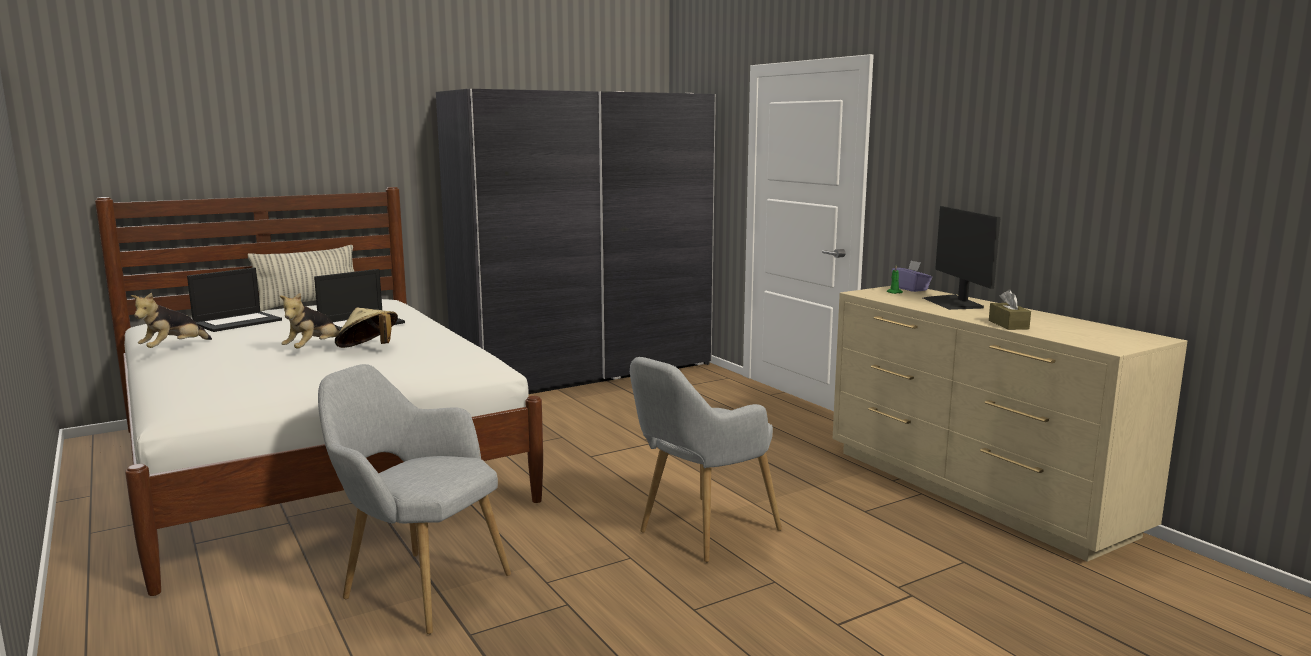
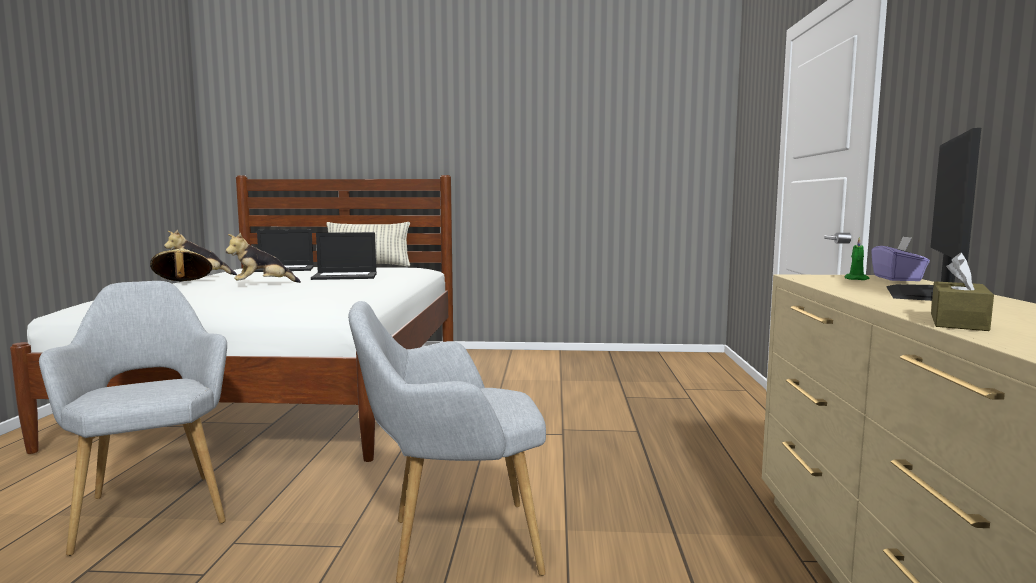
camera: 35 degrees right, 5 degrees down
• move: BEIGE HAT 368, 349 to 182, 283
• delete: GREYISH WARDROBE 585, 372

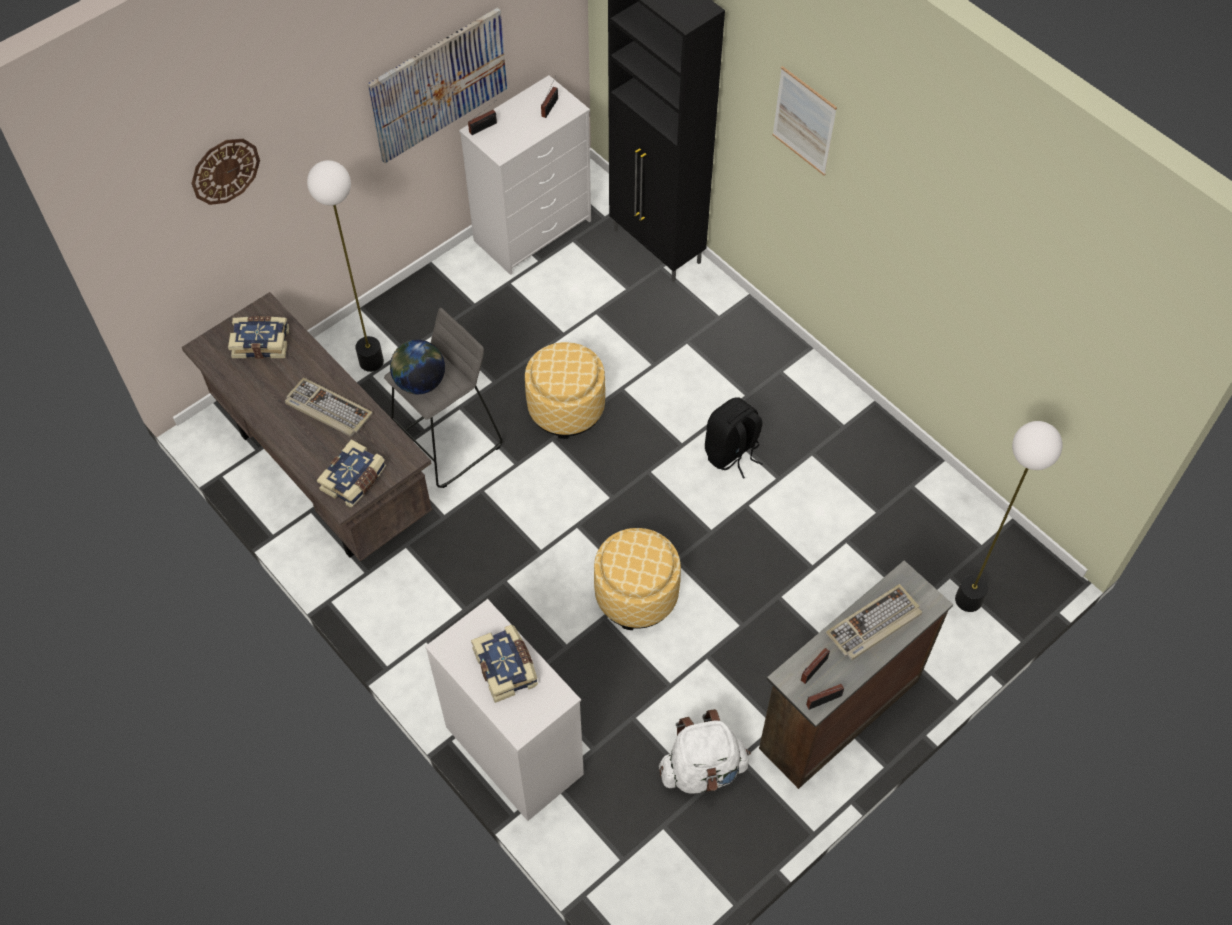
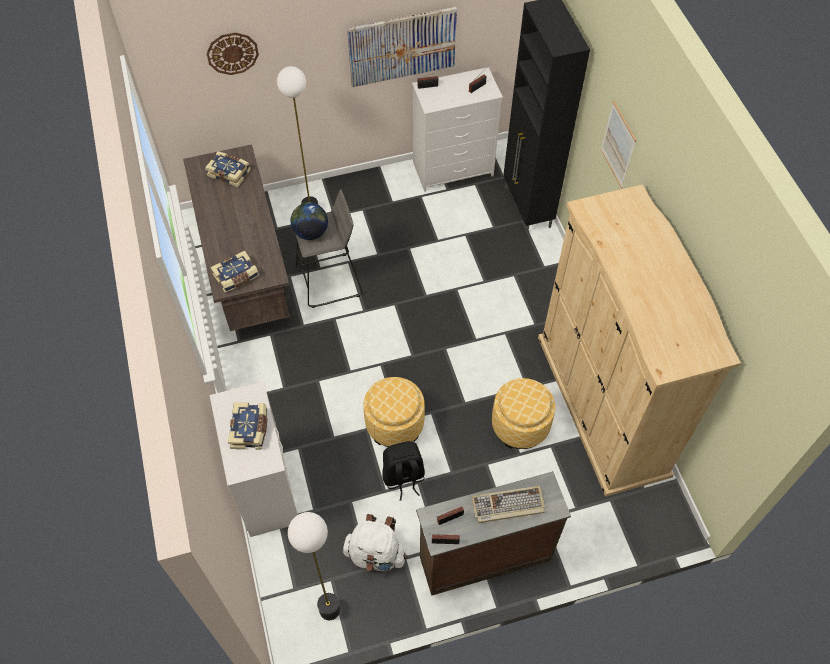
camera: 25 degrees right, 0 degrees up
• delete: COMPUTER KEYBOARD 327, 409
• move: POUFFE 566, 408 to 520, 425
• move: BLACK RUCKSACK 732, 453 to 403, 478
• move: STANDARD LAMP 968, 599 to 329, 609
• insert: BEIGE WARDROBE 602, 404

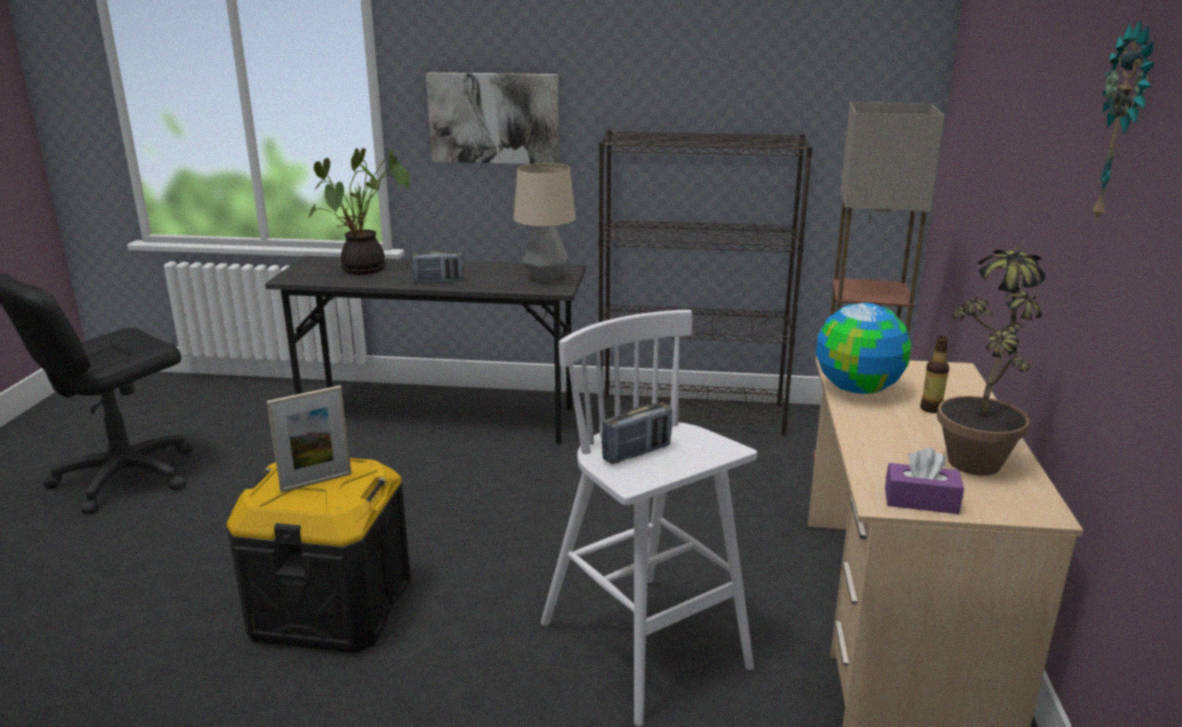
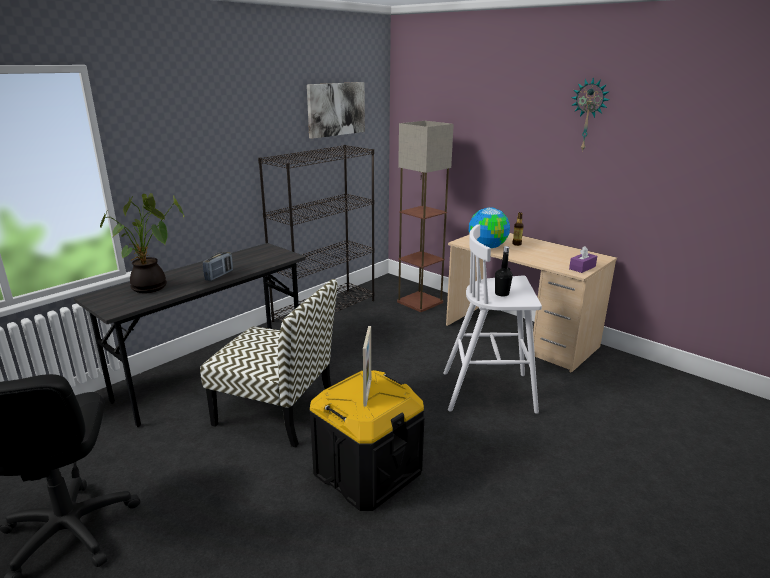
camera: 55 degrees left, 0 degrees up
• move: WALL PICTURE 494, 118 to 336, 109
• delete: TABLE LAMP 545, 278
• replace: RADIO 637, 453 to BLACK BEVERAGE BOTTLE 501, 294
• delete: HOUSEPLANT 977, 455
• insert: UPRIGHT CHAIR 277, 411

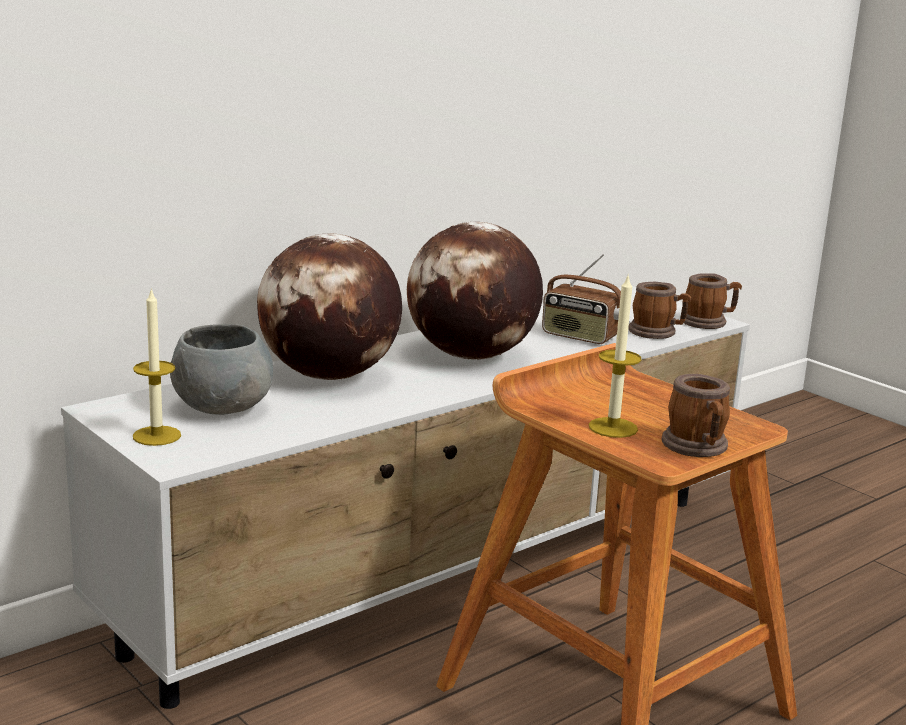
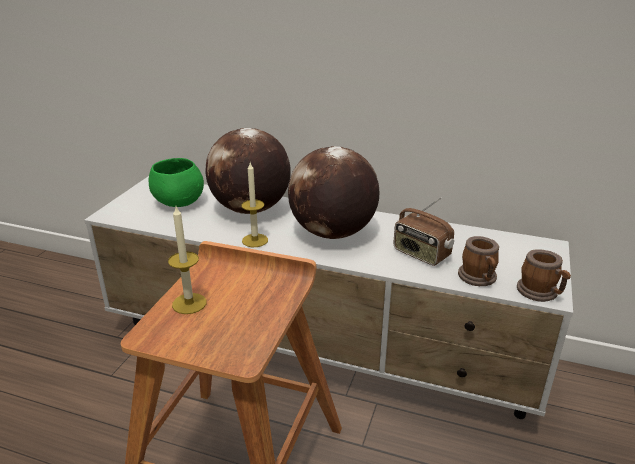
camera: 60 degrees right, 10 degrees up
• move: WAX CANDLE 157, 436 to 255, 240
• recolor: GREYISH BOWL 221, 408 to GREEN BOWL 179, 202
• rotate: RADIO 579, 337 = 420, 254 45 degrees counterclockwise
• delete: COFFEE MUG 697, 447

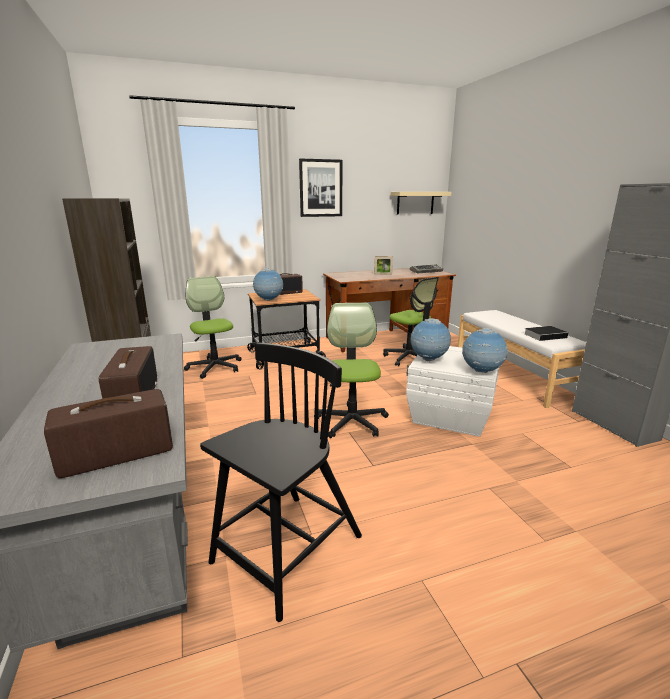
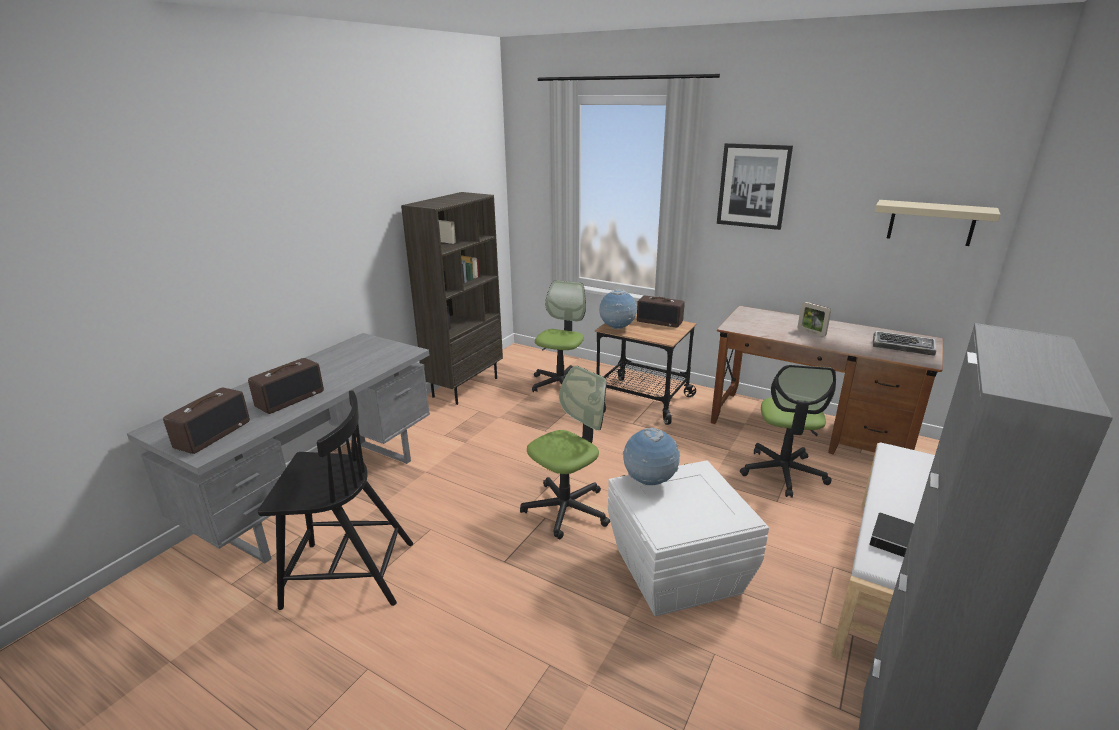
camera: 50 degrees right, 5 degrees up
• rotate: RADIO 116, 455 = 213, 434 90 degrees clockwise
• delete: DESK GLOBE 481, 372

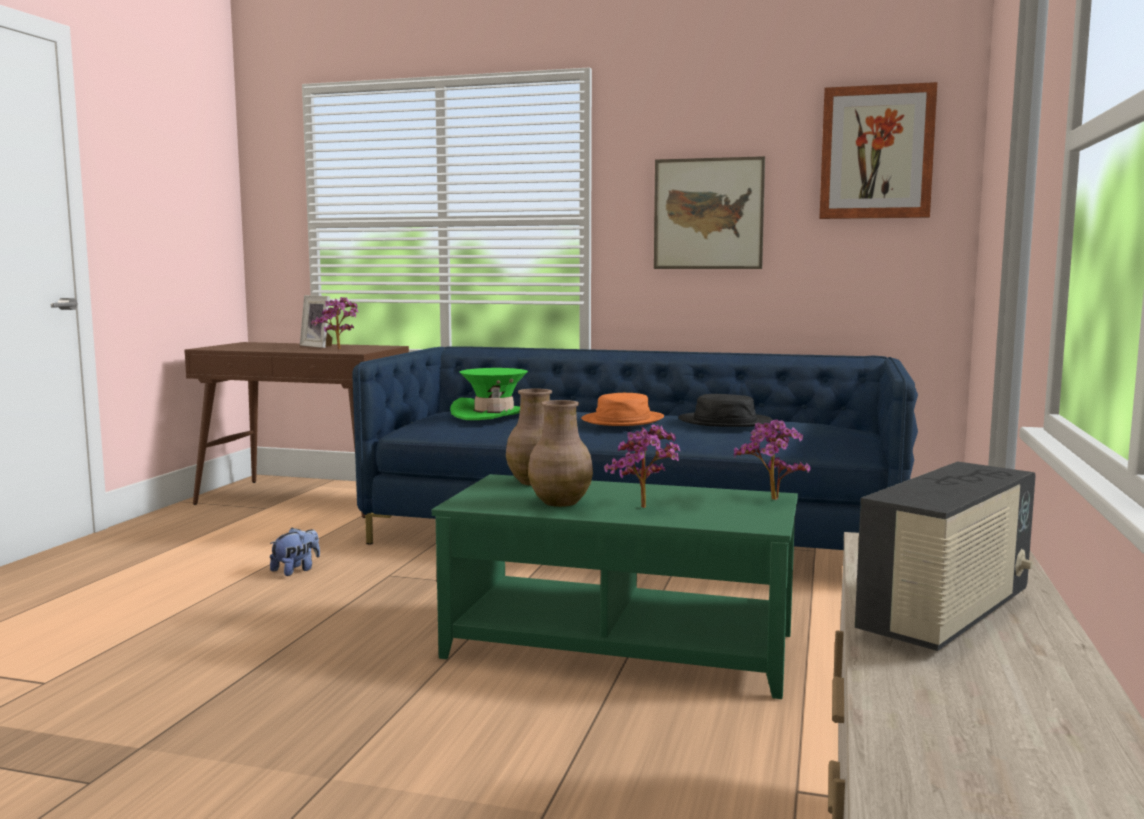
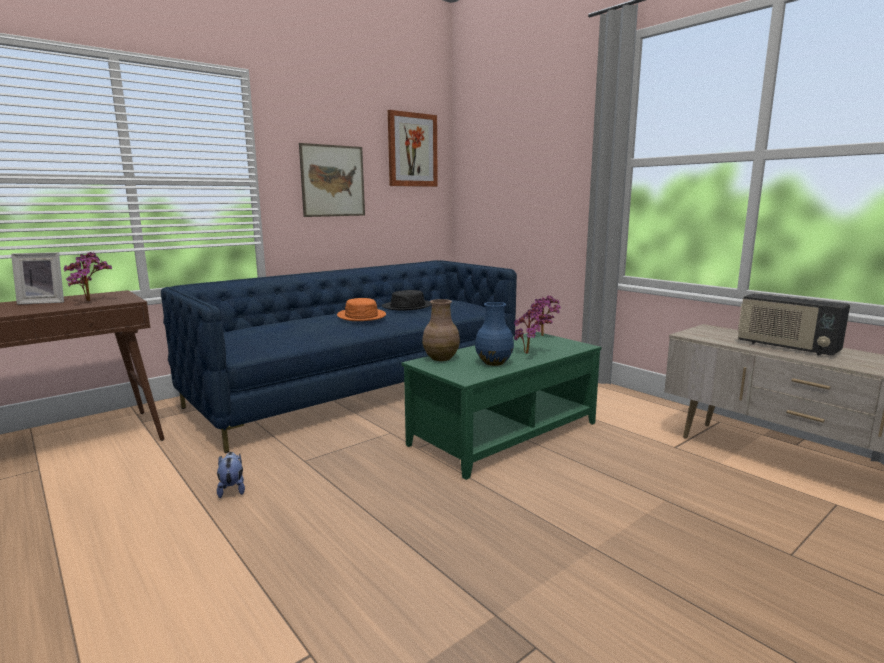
camera: 55 degrees left, 5 degrees up
• delete: GREEN HAT 494, 414
• recolor: BROWNISH VASE 560, 502 to BLUISH VASE 493, 362
• rotate: RADIO 947, 615 = 786, 347 150 degrees clockwise

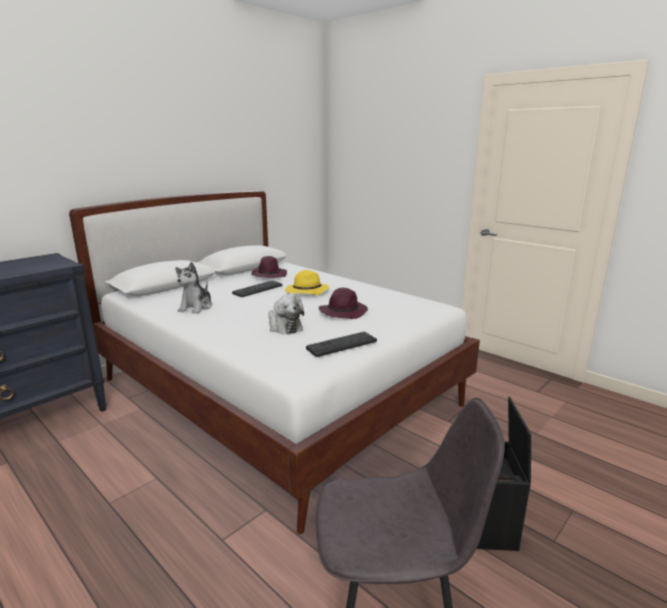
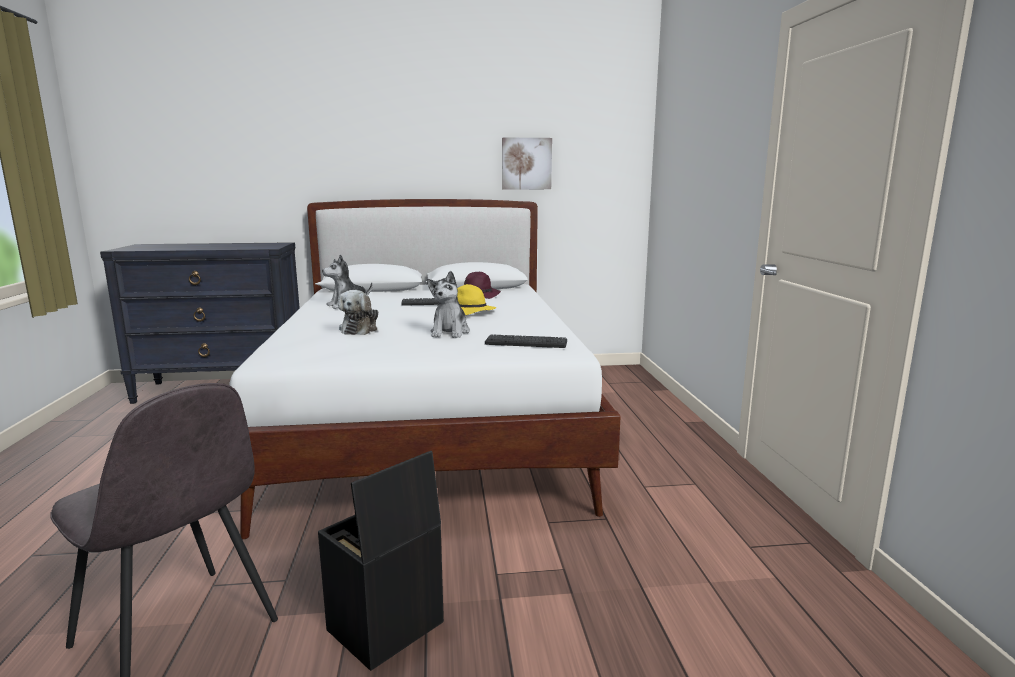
camera: 40 degrees right, 5 degrees down
• move: COMPUTER KEYBOARD 342, 345 to 526, 343
• replace: PURPLE HAT 343, 312 to PLUSH TOY 450, 332
• insert: WALL PICTURE 526, 163

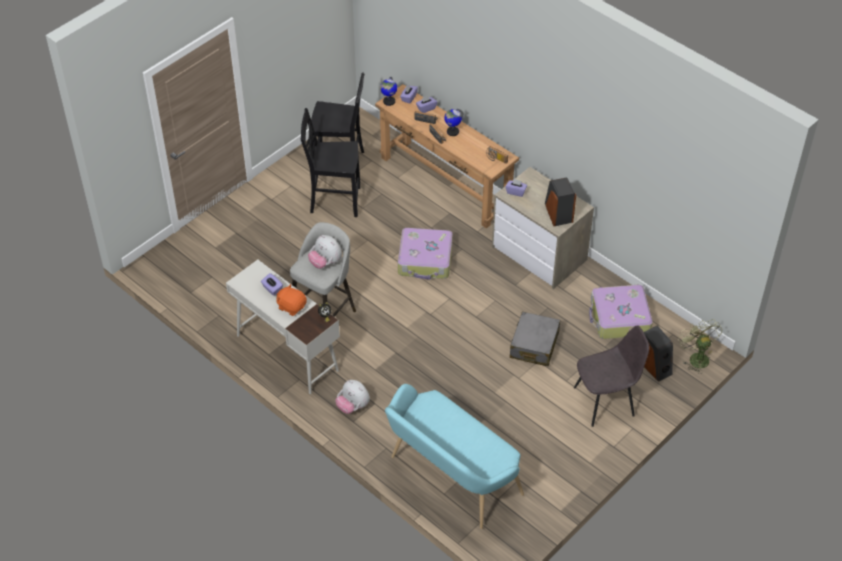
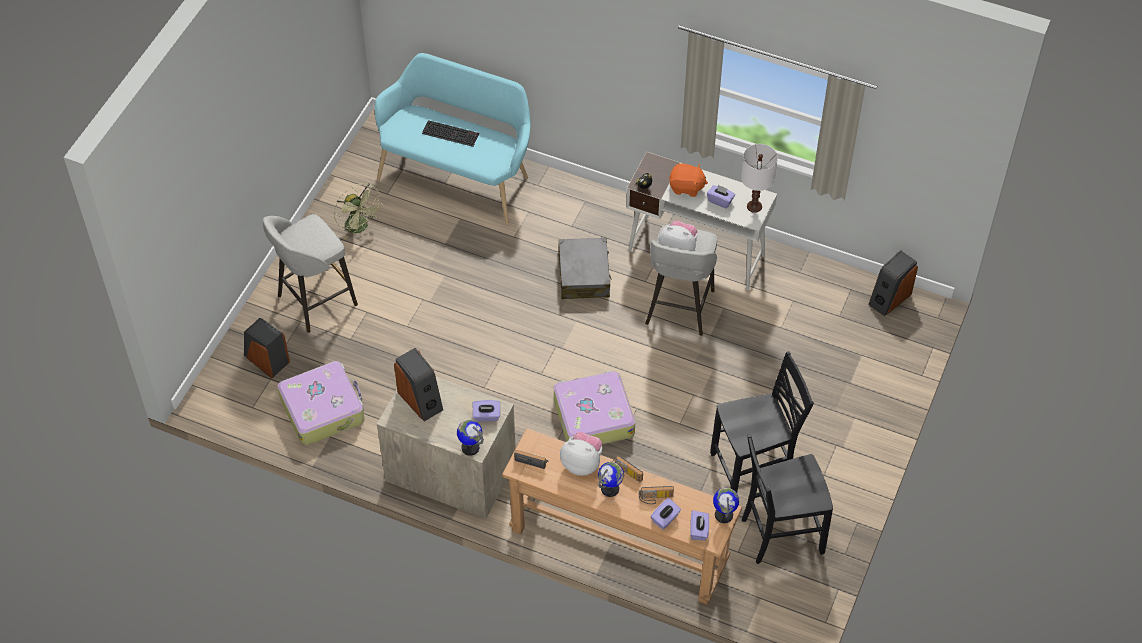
camera: 160 degrees right, 5 degrees up
• move: PLUSH TOY 353, 406 to 582, 463
• move: GREYISH TRAVEL CASE 534, 345 to 584, 275
• replace: GREYISH UPRIGHT CHAIR 605, 401 to GREYISH STOOL SEAT 315, 301
• move: GREEN COOLING FAN 696, 357 to 360, 227
• insert: COMPUTER KEYBOARD 451, 133
• insert: DESK GLOBE 470, 447
• insert: WHITE TABLE LAMP 754, 206
• insert: AUDIO SPEAKER 889, 298

